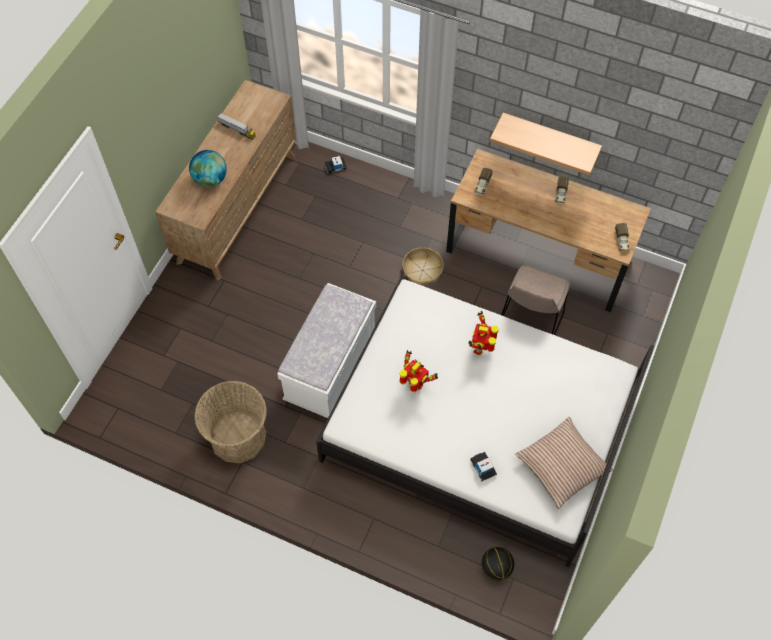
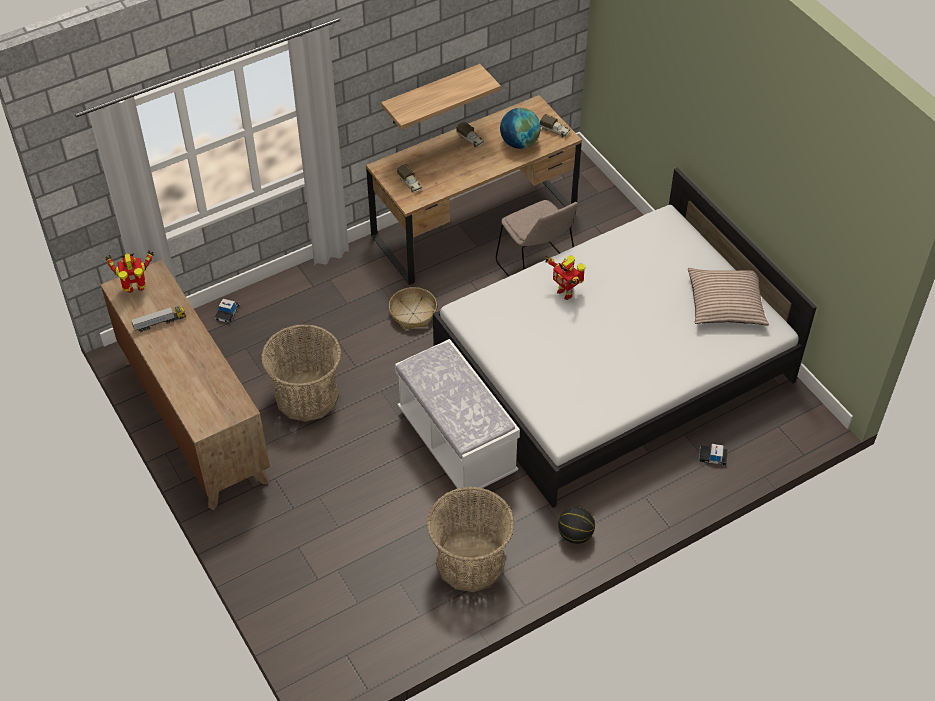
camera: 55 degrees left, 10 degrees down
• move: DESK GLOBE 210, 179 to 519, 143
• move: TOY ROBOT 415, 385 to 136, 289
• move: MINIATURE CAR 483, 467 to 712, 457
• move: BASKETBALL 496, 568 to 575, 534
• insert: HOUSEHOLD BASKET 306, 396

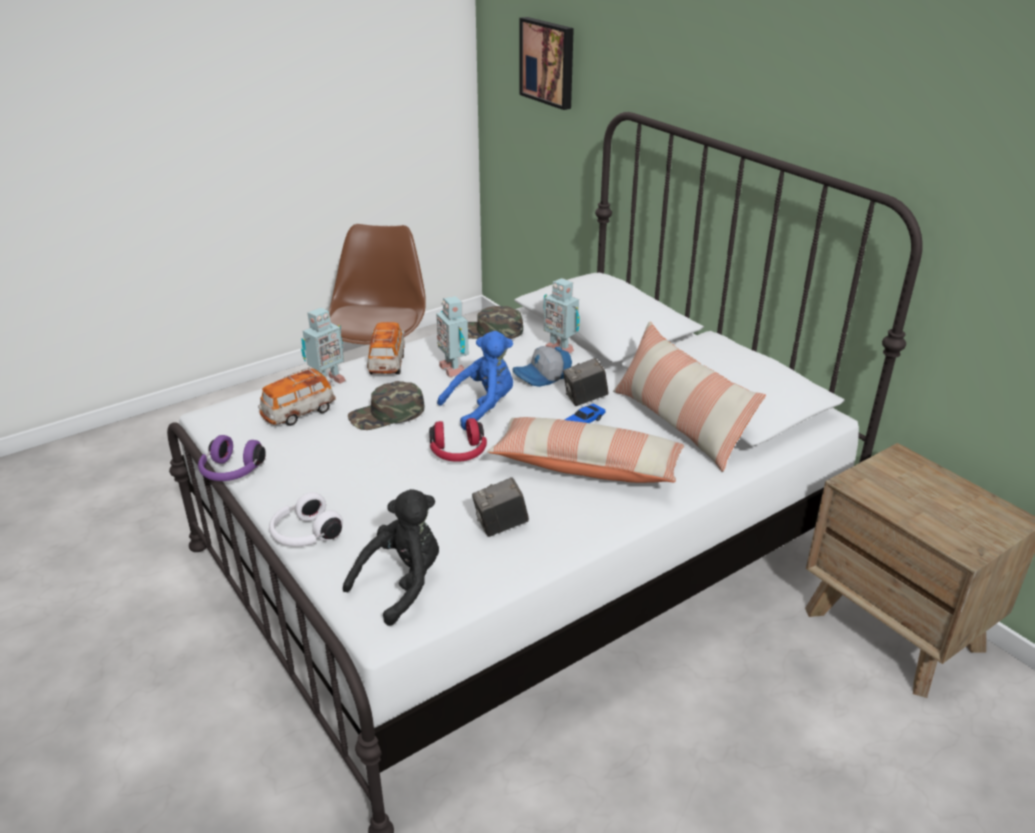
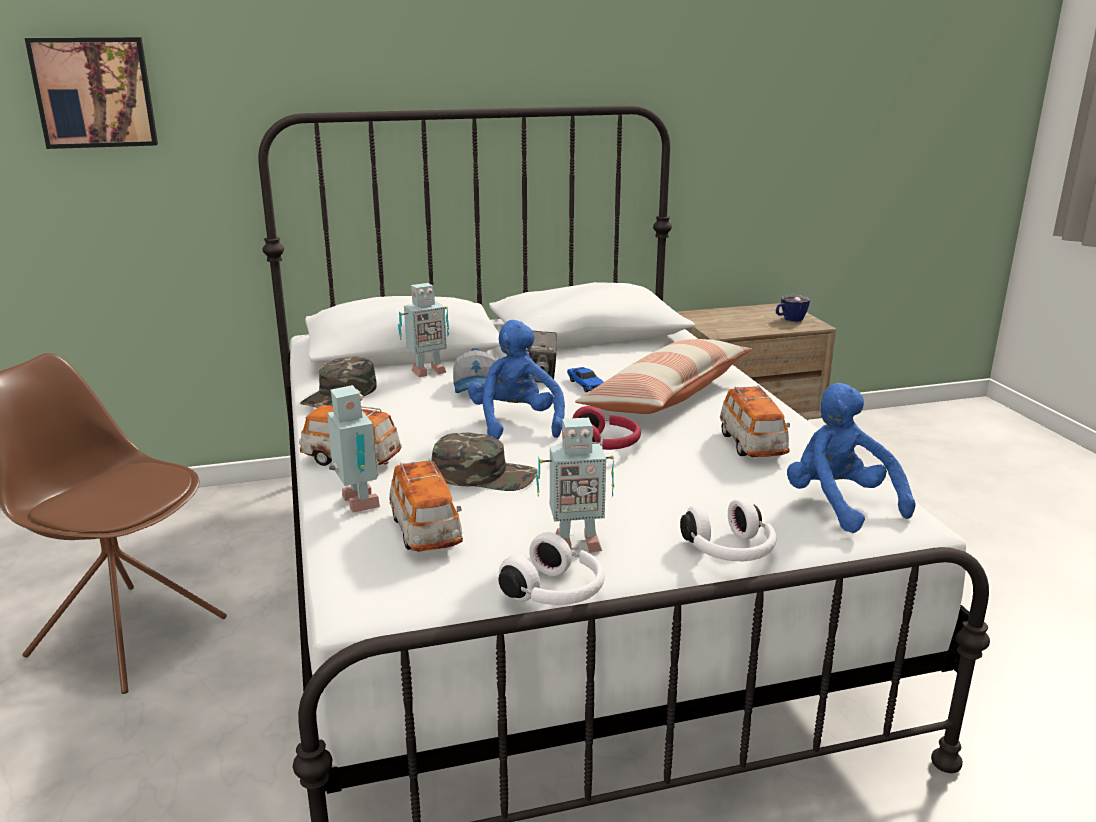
camera: 70 degrees left, 10 degrees down
• recolor: PURPLE PAIR OF HEADPHONES 231, 472 to WHITE PAIR OF HEADPHONES 556, 593
• recolor: BLACK PLUSH TOY 402, 584 to BLUISH PLUSH TOY 839, 504
• rotate: GREEN PEAKED CAP 387, 414 = 484, 474 75 degrees counterclockwise
• move: TOY ROBOT 454, 369 to 575, 543
• replace: PHOTO CAMERA 500, 526 to MINIATURE CAR 752, 445
• delete: PILLOW 679, 424
• insert: CUP 789, 319

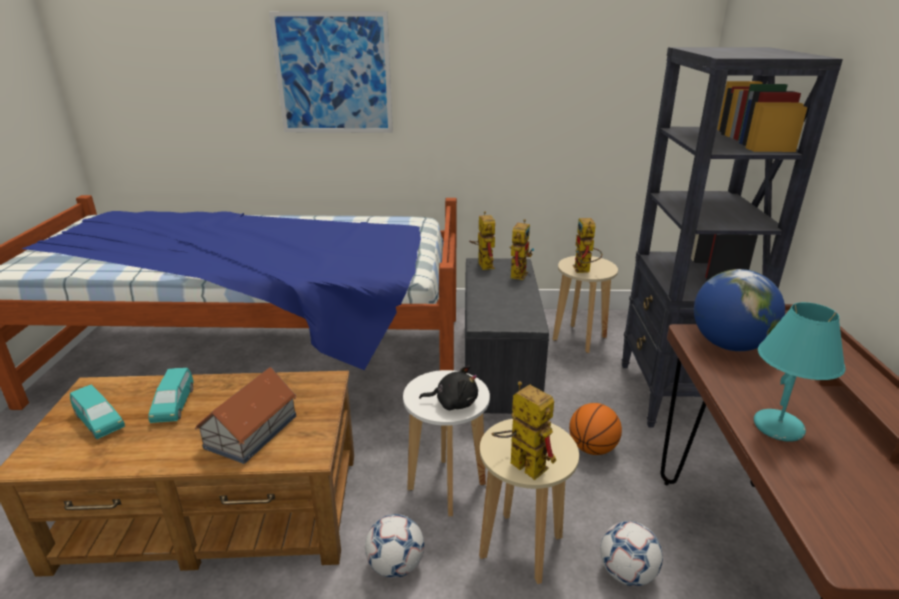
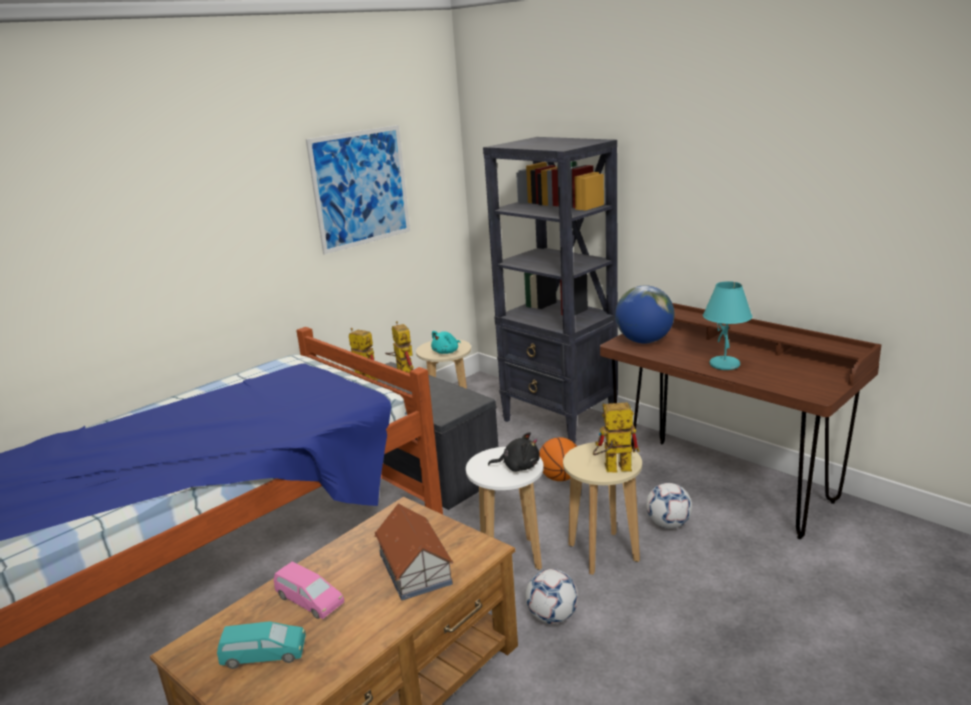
camera: 45 degrees left, 5 degrees down
• recolor: TURQUOISE MINIATURE CAR 174, 405 to PINK-COLOURED MINIATURE CAR 309, 601
• move: WALL PICTURE 333, 74 to 360, 188
• rotate: BLACK PLUSH TOY 453, 402 = 518, 466 45 degrees clockwise
• replace: TOY ROBOT 584, 271 to TURQUOISE PLUSH TOY 447, 352

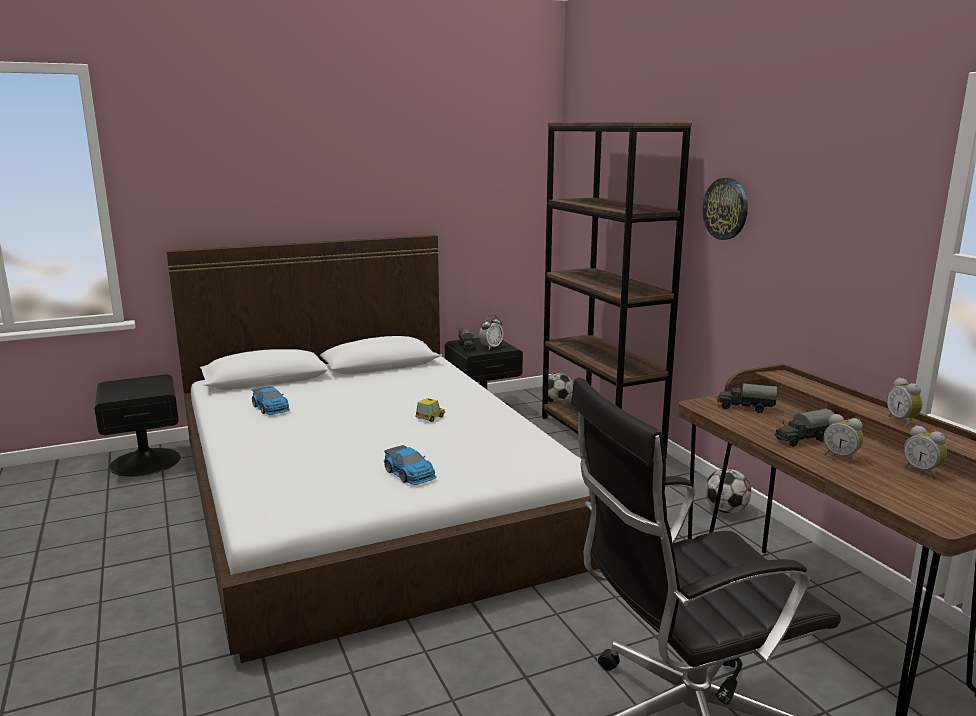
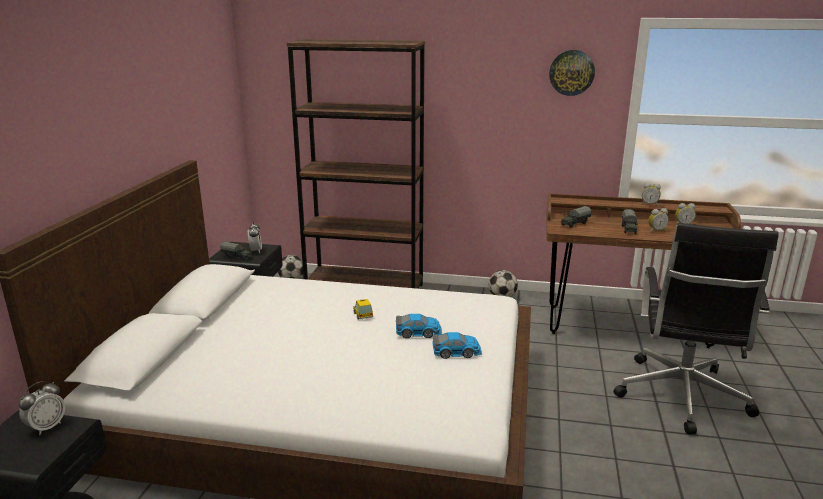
camera: 55 degrees left, 5 degrees up
• move: MINIATURE CAR 271, 408 to 418, 332
• move: HANGING CLOCK 726, 208 to 571, 72
• insert: TABLE CLOCK 46, 427

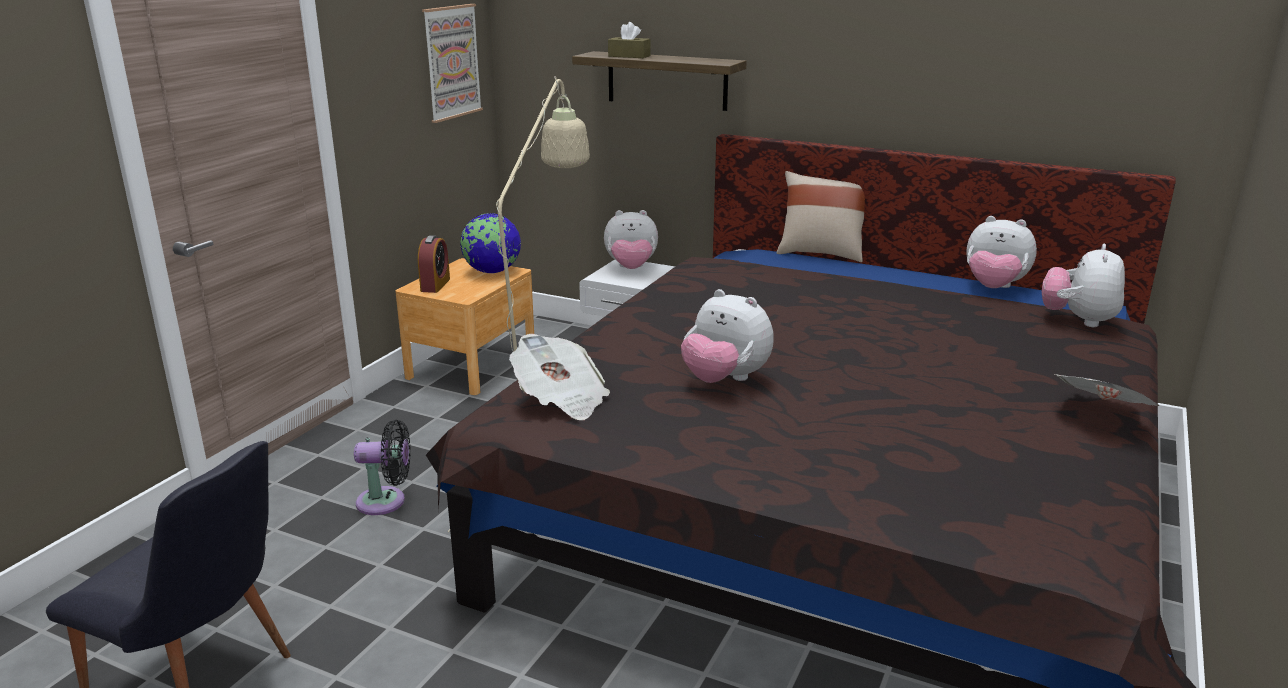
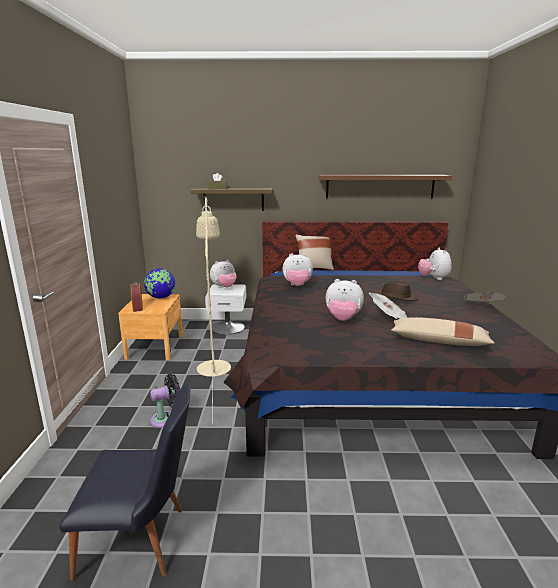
camera: 25 degrees left, 5 degrees down
• delete: WALL PICTURE 451, 62
• move: DAILY PAPER 561, 400 to 389, 318
• move: PLUSH TOY 994, 288 to 297, 286
• insert: BROWNISH WALL SHELF 380, 186
• insert: BROWNISH HAT 395, 297
• insert: BEIGE PILLOW 439, 341

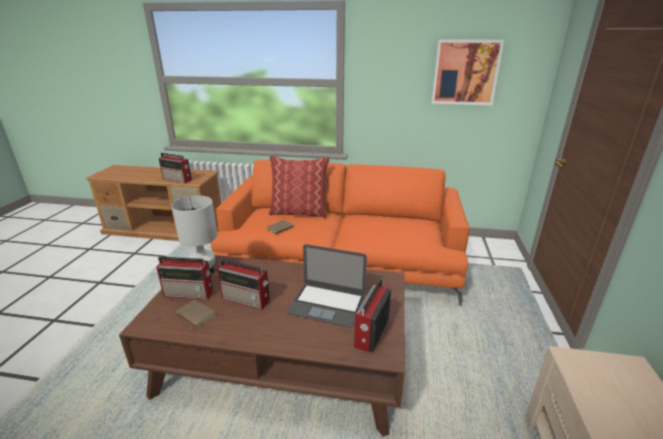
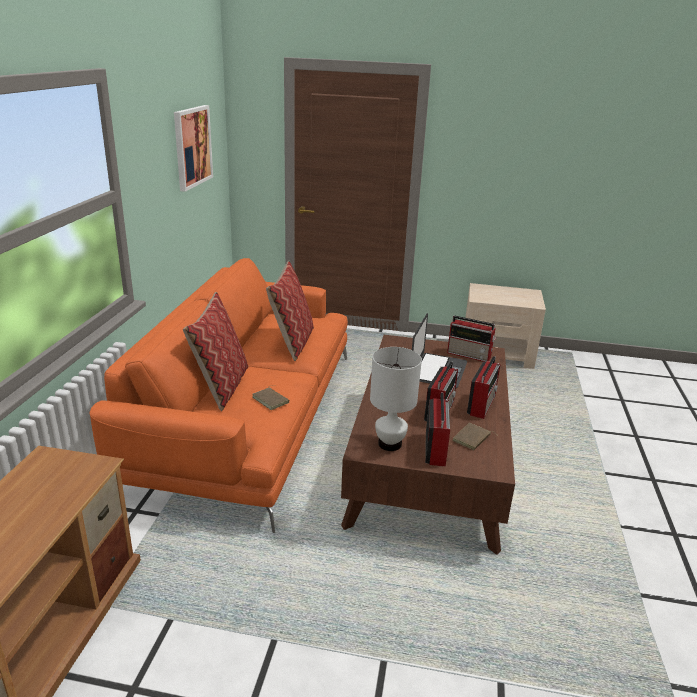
camera: 90 degrees left, 0 degrees up
• move: RADIO 177, 180 to 482, 404
• insert: PILLOW 292, 342

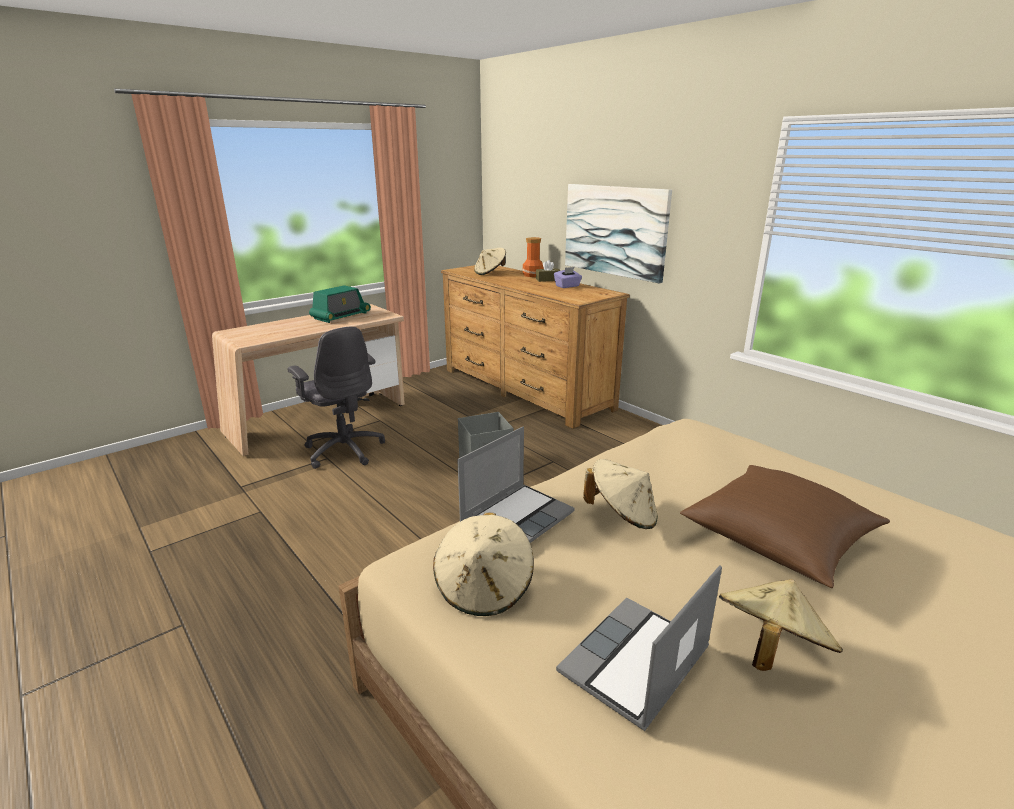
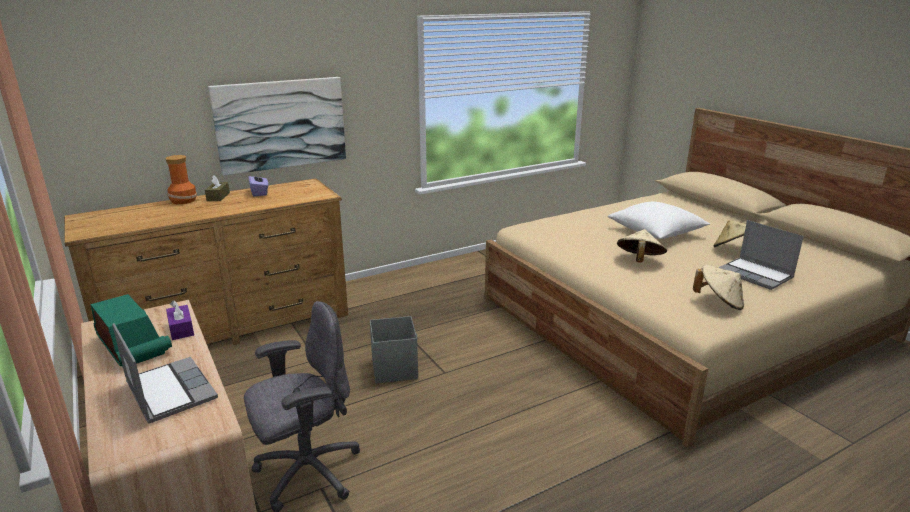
camera: 80 degrees left, 0 degrees up
• move: NOTEBOOK COMPUTER 517, 518 to 169, 391
• delete: BEIGE HAT 490, 273
• recolor: BROWNISH PILLOW 778, 540 to WHITE PILLOW 656, 232
• insert: PURPLE TISSUE BOX 181, 329

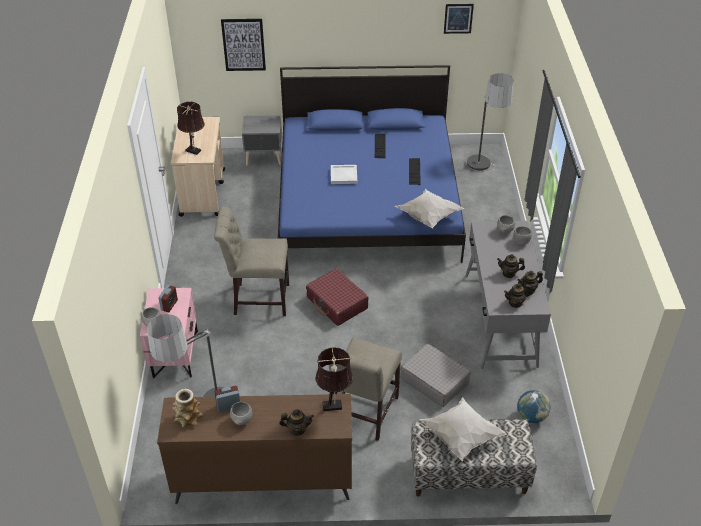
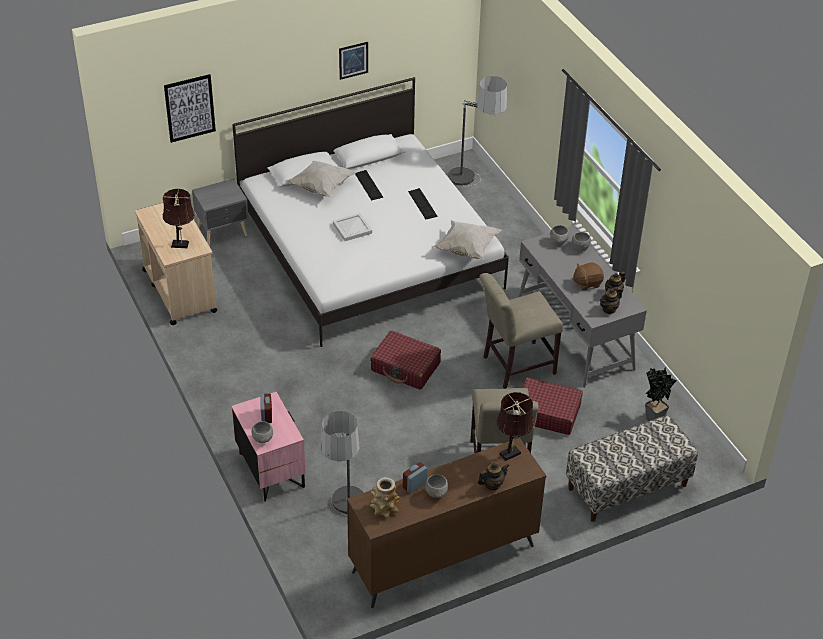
camera: 25 degrees left, 0 degrees up
• move: BEIGE UPRIGHT CHAIR 257, 299 to 515, 366
• recolor: BLUISH SLEEPING BED 367, 201 to WHITE SLEEPING BED 369, 251
• recolor: GREYISH TRAVEL CASE 434, 381 to RED-COLOURED TRAVEL CASE 547, 413
• move: WHITE PILLOW 460, 436 to 320, 187
• move: WALL PICTURE 458, 18 to 353, 60
• replace: TEA POT 509, 273 to BROWNISH PLUSH TOY 587, 283
• replace: DESK GLOBE 531, 416 to HOUSEPLANT 653, 416

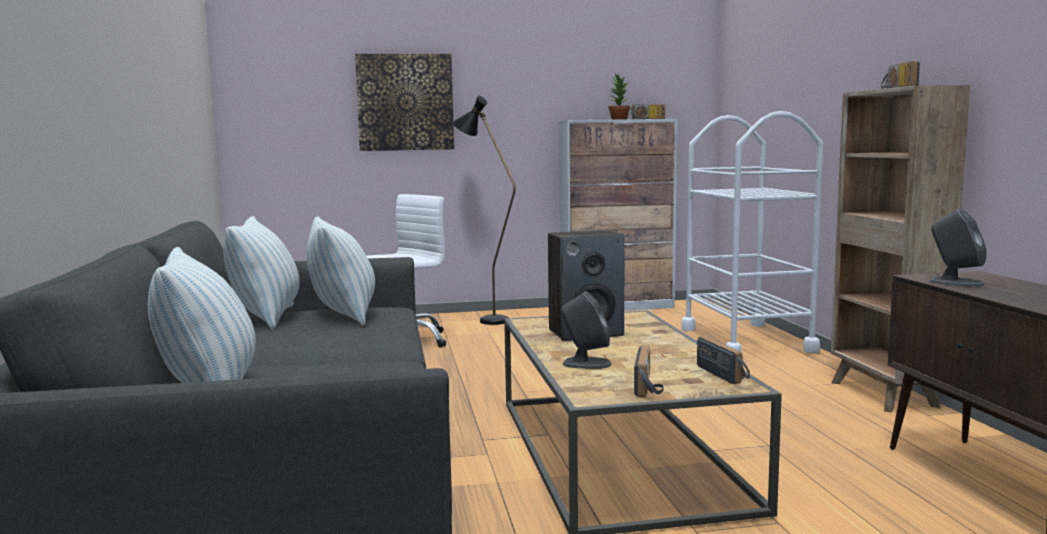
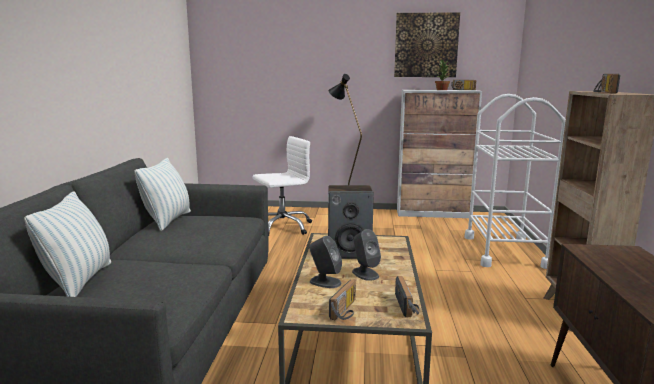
camera: 15 degrees right, 5 degrees up
• delete: PILLOW 343, 315
• move: WALL PICTURE 405, 102 to 426, 45
• move: GREYISH AUDIO SPEAKER 955, 282 to 365, 273

